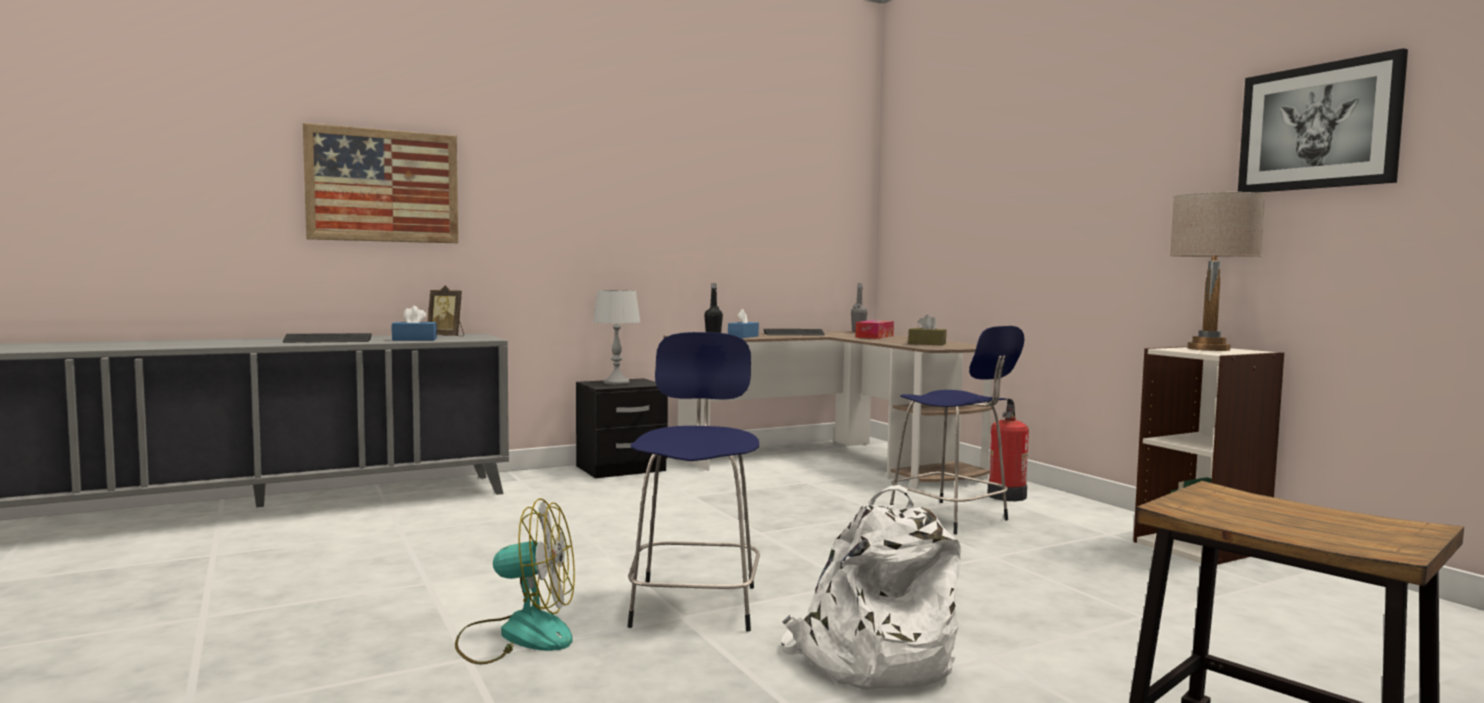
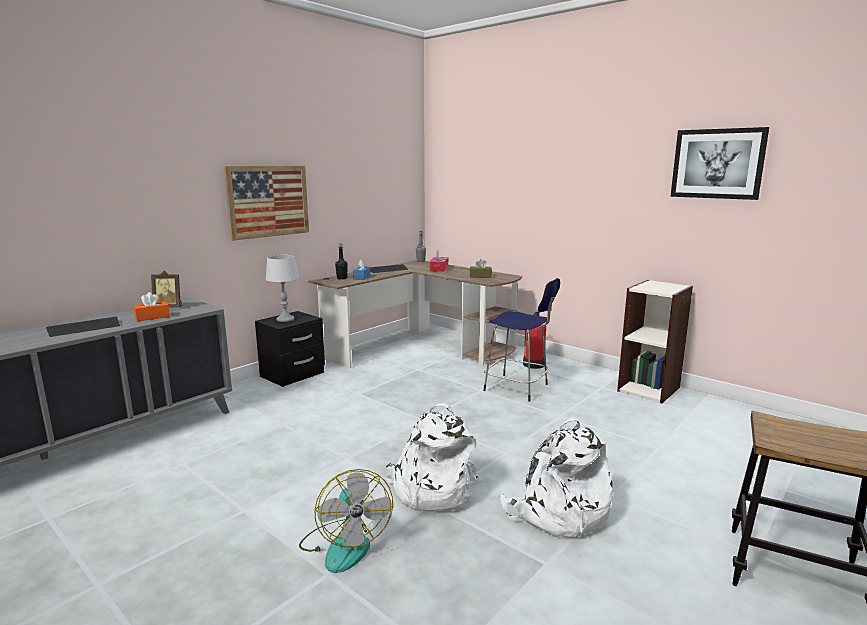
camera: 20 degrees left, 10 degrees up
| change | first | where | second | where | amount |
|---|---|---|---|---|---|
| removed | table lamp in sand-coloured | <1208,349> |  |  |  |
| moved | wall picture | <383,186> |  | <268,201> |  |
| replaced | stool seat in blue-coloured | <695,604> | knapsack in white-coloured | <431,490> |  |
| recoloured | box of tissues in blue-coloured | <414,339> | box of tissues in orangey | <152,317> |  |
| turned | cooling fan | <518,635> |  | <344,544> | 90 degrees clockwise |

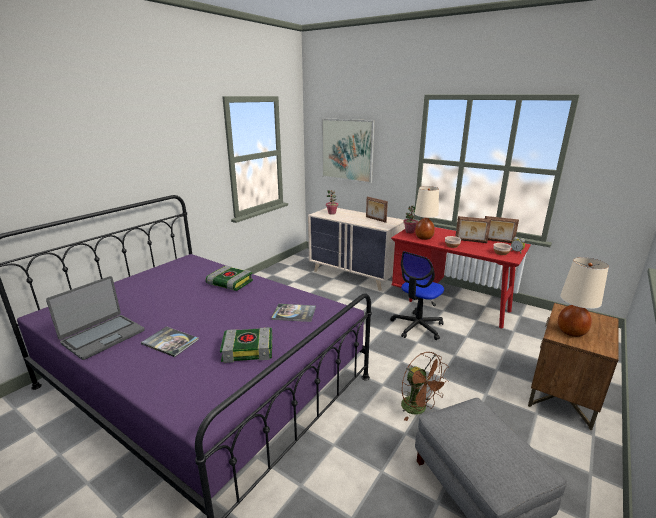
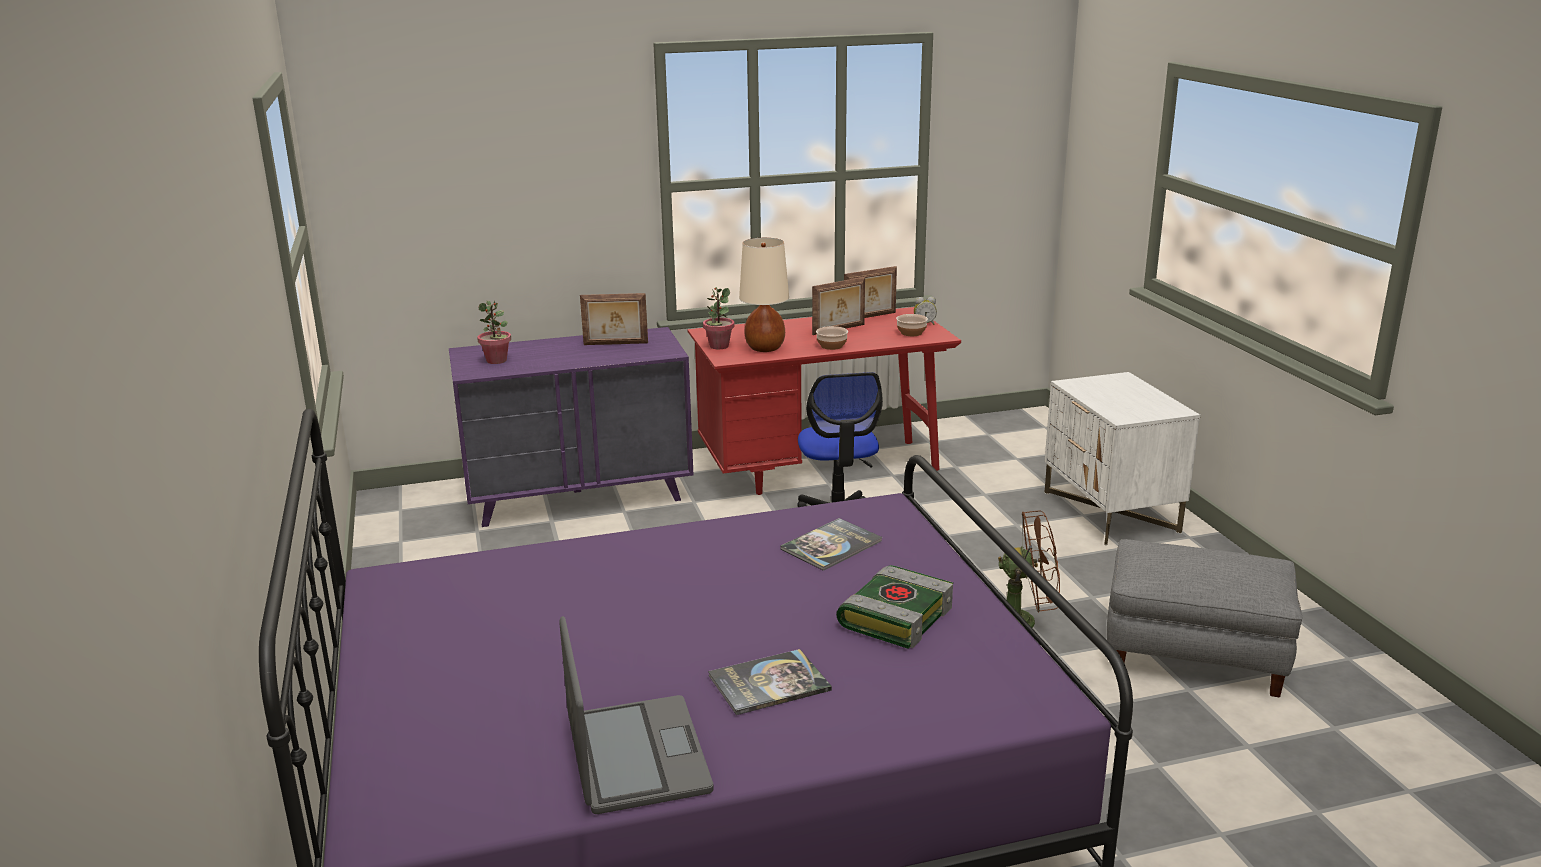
camera: 50 degrees left, 0 degrees up
| change | first | where | second | where | amount |
|---|---|---|---|---|---|
| removed | bound book | <229,283> |  |  |  |
| removed | wall picture | <347,150> |  |  |  |
| removed | table lamp in sand-coloured | <571,332> |  |  |  |
| recoloured | chest of drawers in sand-coloured | <354,275> | chest of drawers in purple-coloured | <579,496> |  |
| recoloured | bedside table in brownish | <563,394> | bedside table in white-coloured | <1111,513> |  |

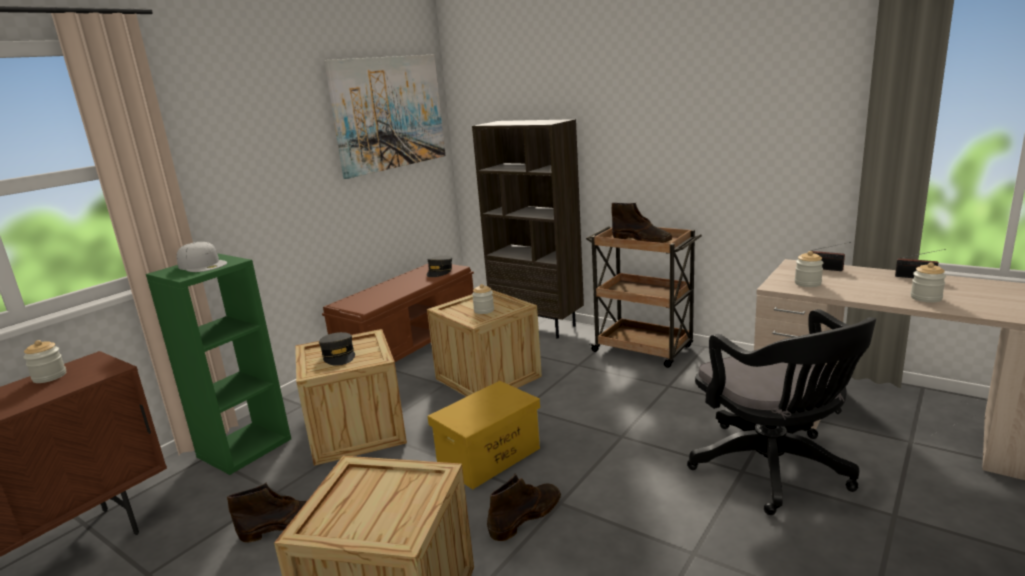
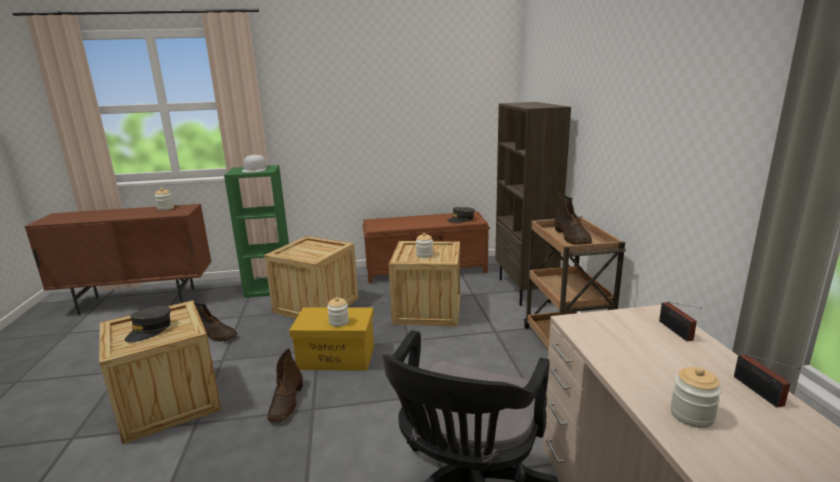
camera: 45 degrees right, 0 degrees up
| change | first | where | second | where | amount |
|---|---|---|---|---|---|
| removed | wall picture | <389,113> |  |  |  |
| moved | cap in greyish | <339,355> |  | <150,330> |  |
| moved | jar | <807,283> |  | <339,322> |  |
| turned | tall boot in brownish | <526,516> |  | <286,403> | 90 degrees clockwise |

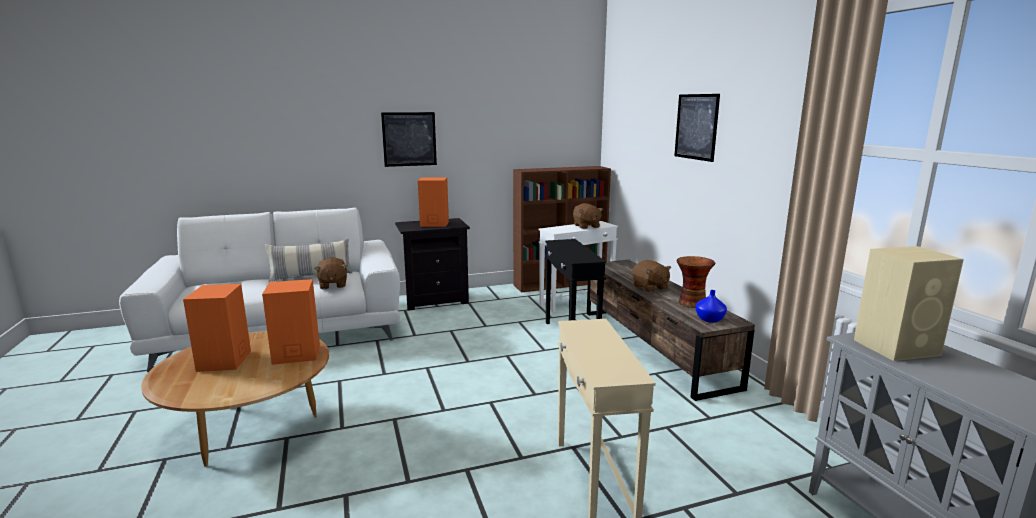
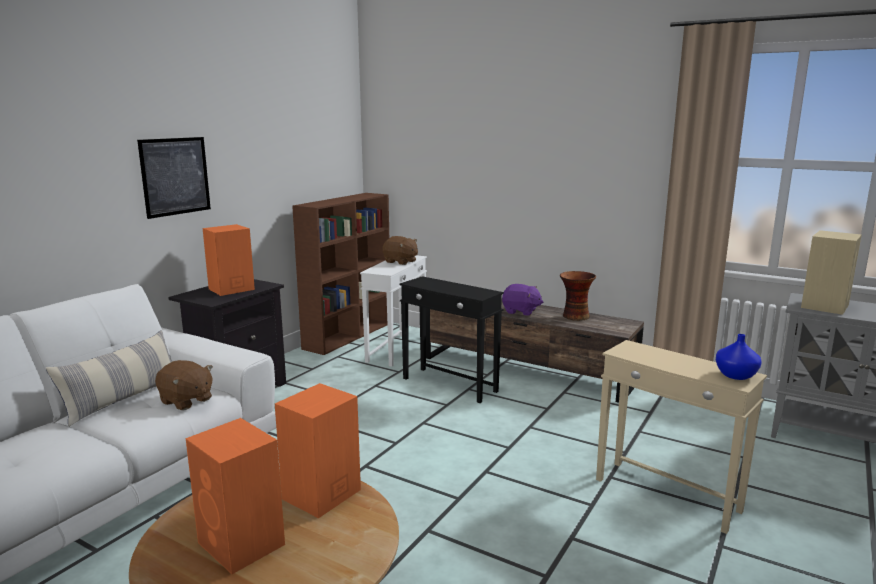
camera: 40 degrees left, 0 degrees up
| change | first | where | second | where | amount |
|---|---|---|---|---|---|
| removed | wall picture | <696,127> |  |  |  |
| moved | vase in blue-coloured | <709,319> |  | <735,375> |  |
| recoloured | plush toy in brownish | <650,287> | plush toy in purple-coloured | <521,311> |  |

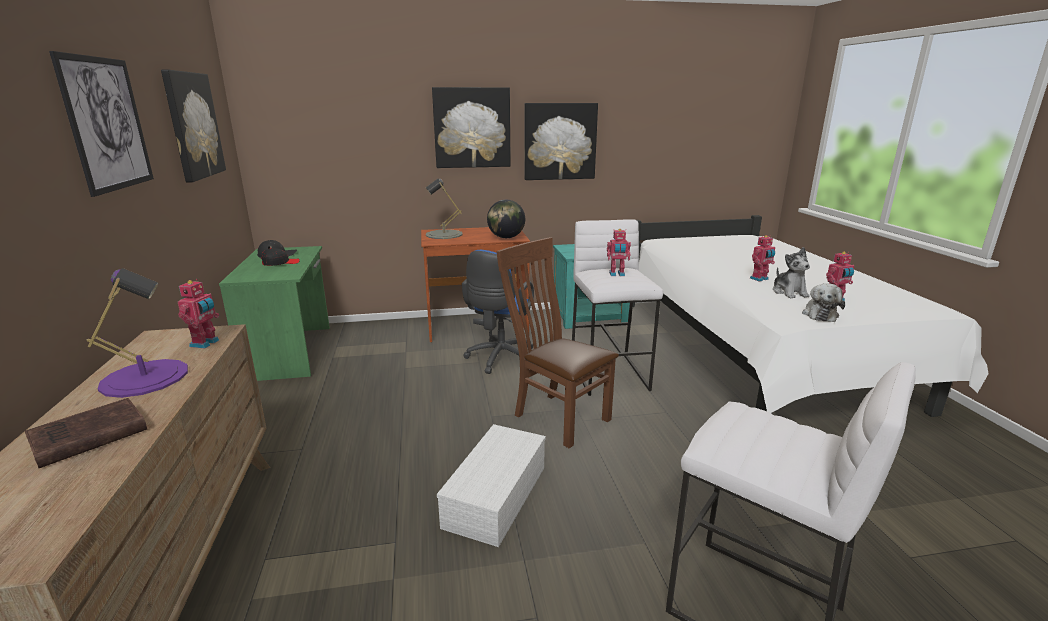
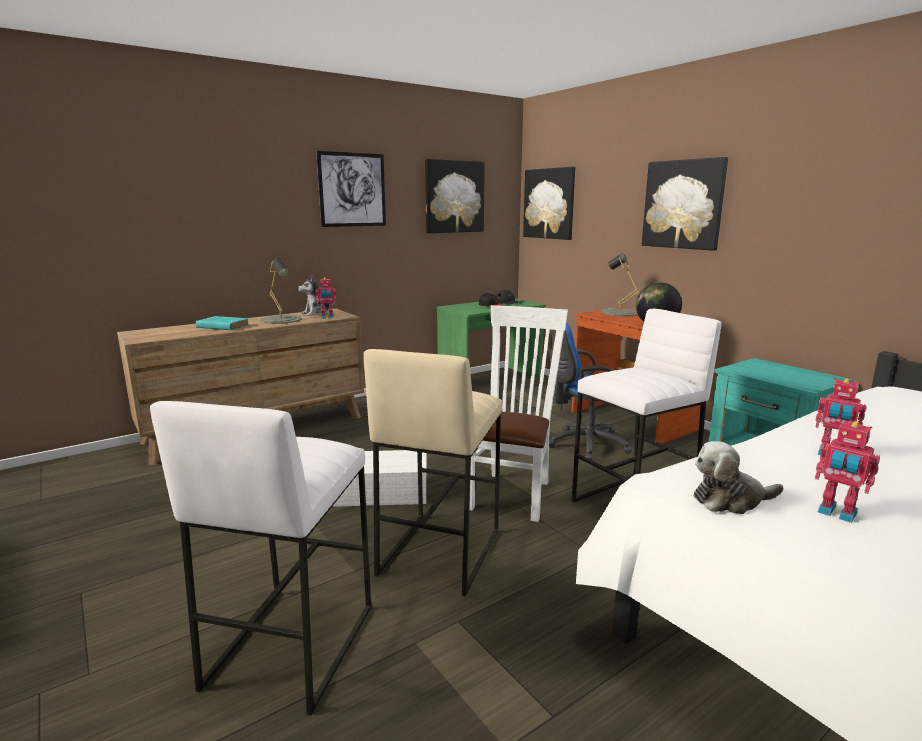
camera: 65 degrees right, 5 degrees down
| change | first | where | second | where | amount |
|---|---|---|---|---|---|
| removed | model robot | <617,274> |  |  |  |
| added |  |  | stool seat in sand-coloured | <438,551> |  |
| moved | wall picture | <560,141> |  | <549,203> |  |
| moved | plush toy | <789,292> |  | <317,313> |  |
| recoloured | bound book in brownish | <86,438> | bound book in turquoise-coloured | <222,326> |  |
| recoloured | table lamp in purple-coloured | <145,378> | table lamp in greyish | <281,319> |  |
| recoloured | chair in brownish | <556,416> | chair in white-coloured | <513,493> |  |

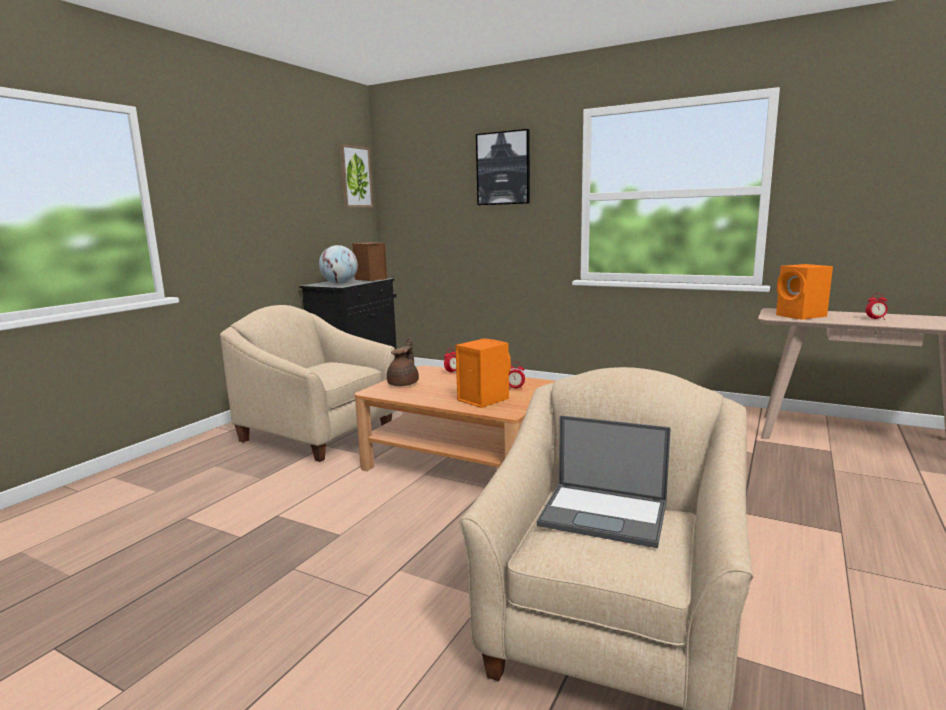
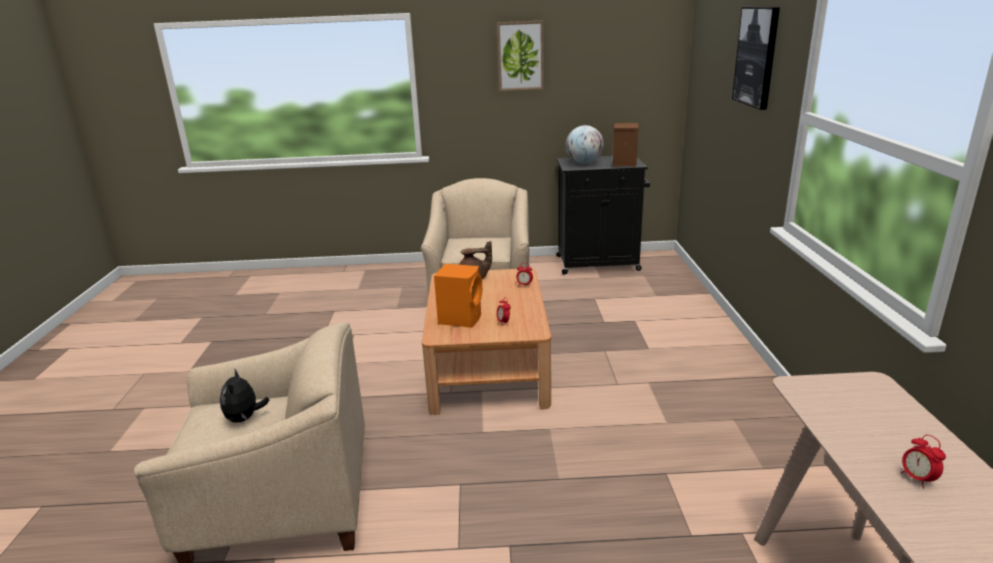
camera: 60 degrees right, 10 degrees up
| change | first | where | second | where | amount |
|---|---|---|---|---|---|
| removed | loudspeaker in orangey | <801,316> |  |  |  |
| moved | wall picture | <355,177> |  | <520,56> |  |
| replaced | portable computer | <605,514> | plush toy | <245,418> |  |

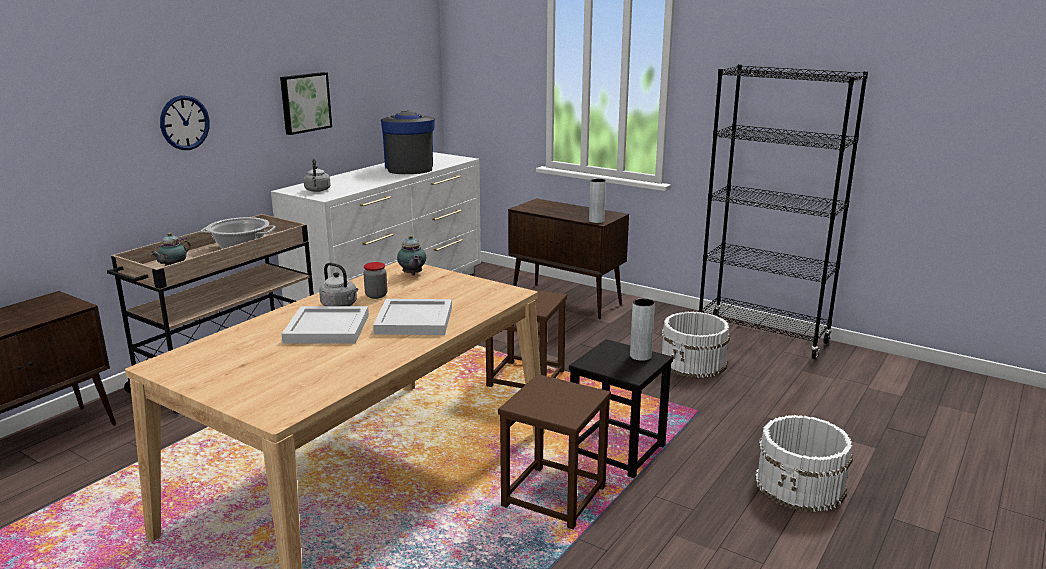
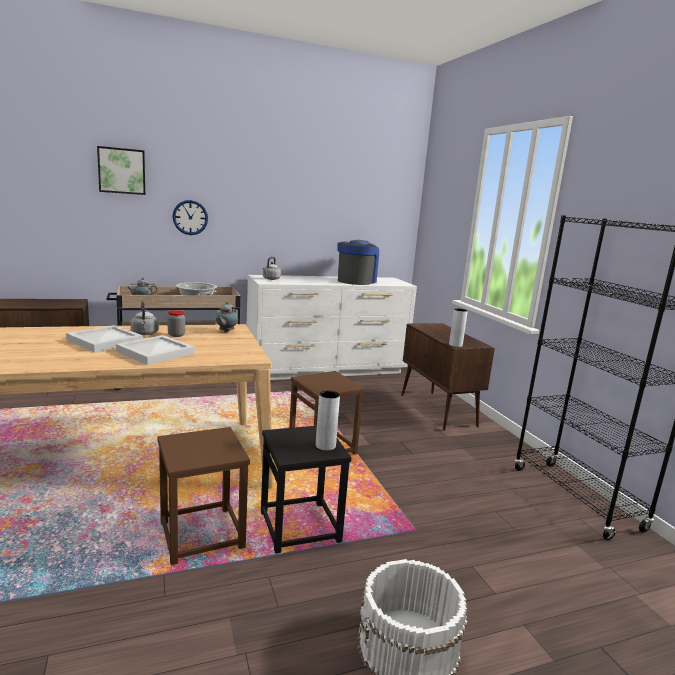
camera: 35 degrees right, 5 degrees down
| change | first | where | second | where | amount |
|---|---|---|---|---|---|
| removed | water bucket in white-coloured | <693,362> |  |  |  |
| moved | wall picture | <304,102> |  | <122,171> |  |

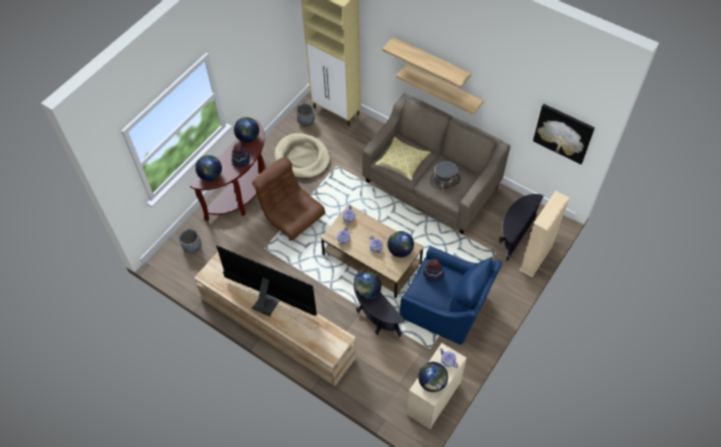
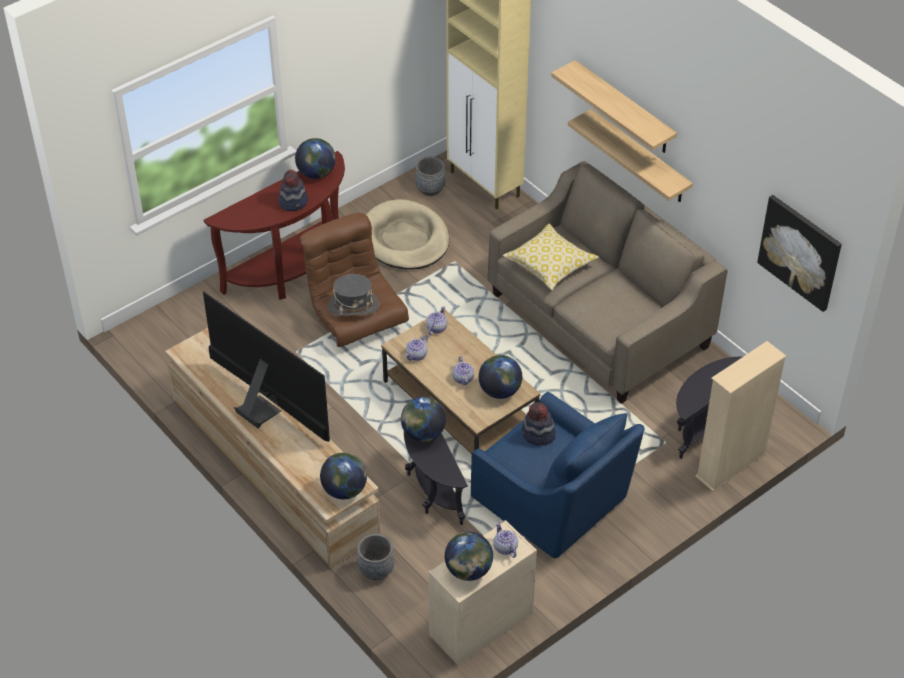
camera: 15 degrees right, 10 degrees down
| change | first | where | second | where | amount |
|---|---|---|---|---|---|
| moved | planter in greyish | <192,247> |  | <376,570> |  |
| moved | world globe | <211,175> |  | <344,490> |  |
| moved | clothing hat in greyish | <445,180> |  | <353,306> |  |

